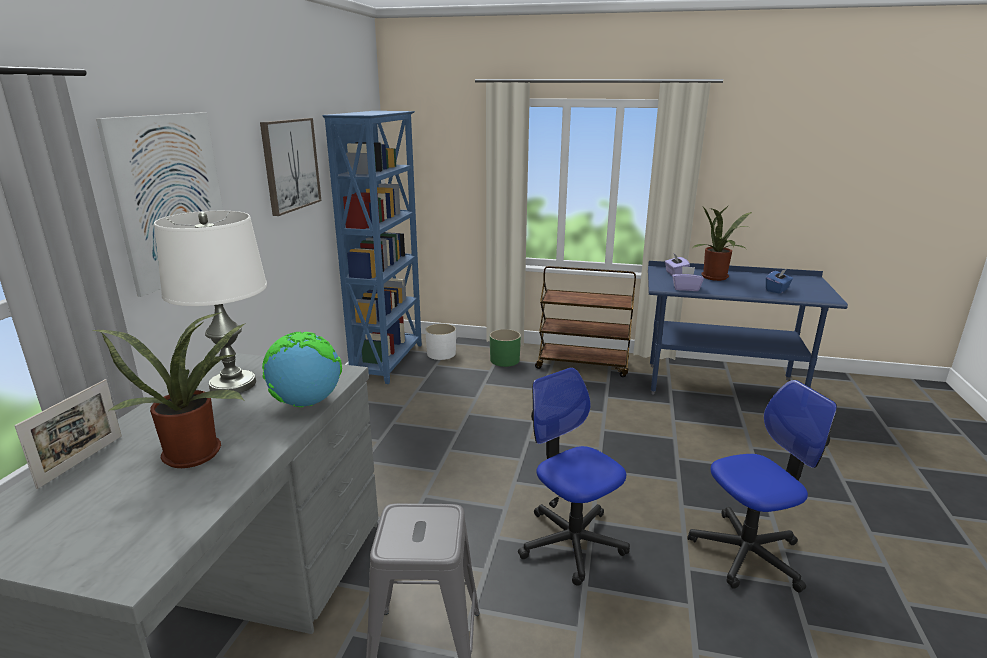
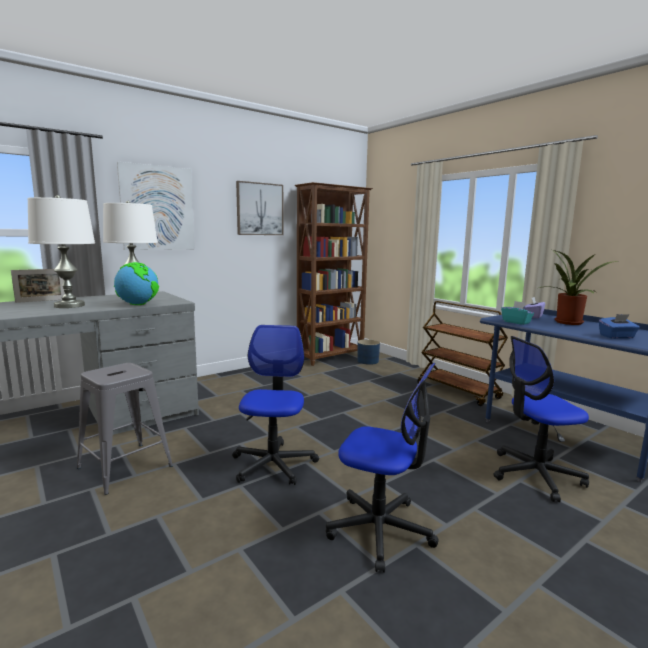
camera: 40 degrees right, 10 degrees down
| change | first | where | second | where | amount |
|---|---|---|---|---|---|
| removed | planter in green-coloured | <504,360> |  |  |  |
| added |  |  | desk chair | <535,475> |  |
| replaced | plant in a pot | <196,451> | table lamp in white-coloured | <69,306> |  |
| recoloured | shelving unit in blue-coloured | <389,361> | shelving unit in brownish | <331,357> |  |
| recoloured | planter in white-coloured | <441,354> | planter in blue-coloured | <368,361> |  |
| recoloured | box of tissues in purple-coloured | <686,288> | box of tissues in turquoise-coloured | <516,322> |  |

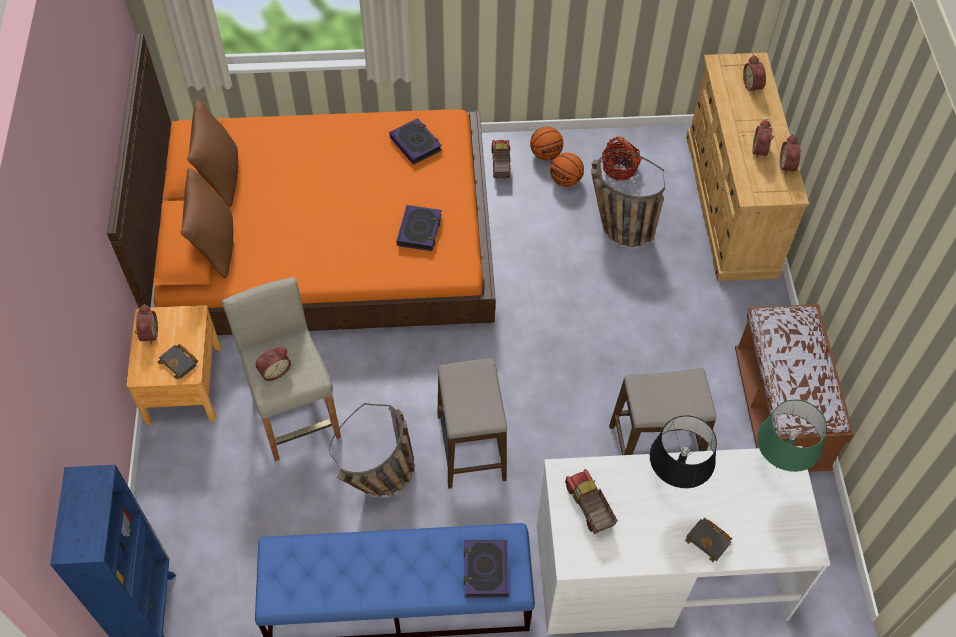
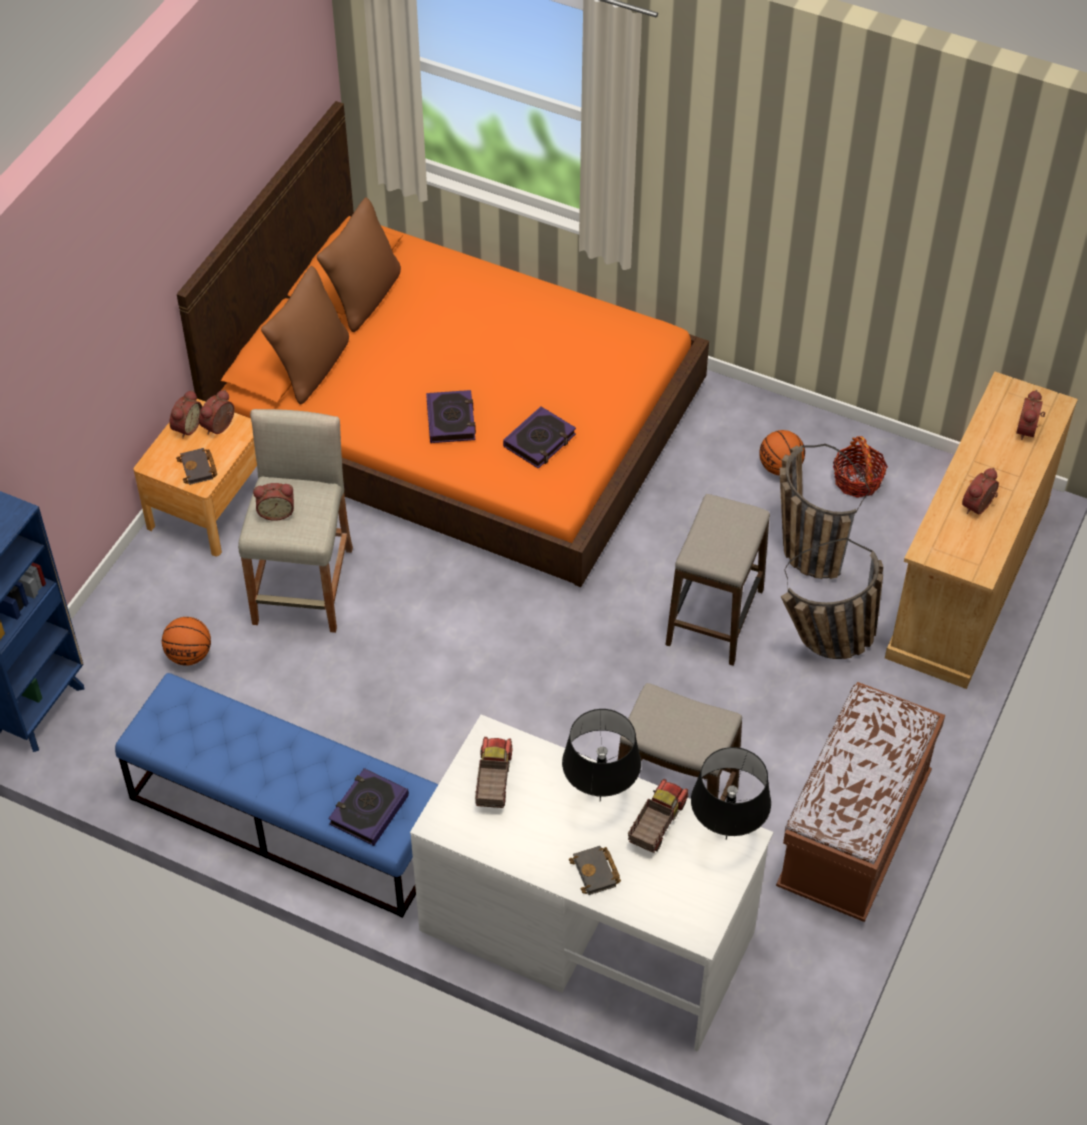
camera: 30 degrees right, 5 degrees down
| change | first | where | second | where | amount |
|---|---|---|---|---|---|
| moved | household basket | <381,483> |  | <827,645> |  |
| moved | bound book | <416,144> |  | <451,420> |  |
| moved | stool seat | <471,447> |  | <715,617> |  |
| moved | toy truck | <500,165> |  | <656,823> |  |
| moved | basketball | <545,154> |  | <189,655> |  |
| moved | alarm clock | <788,166> |  | <220,427> |  |
| recoloured | table lamp in green-coloured | <776,467> | table lamp in black | <726,839> |  |

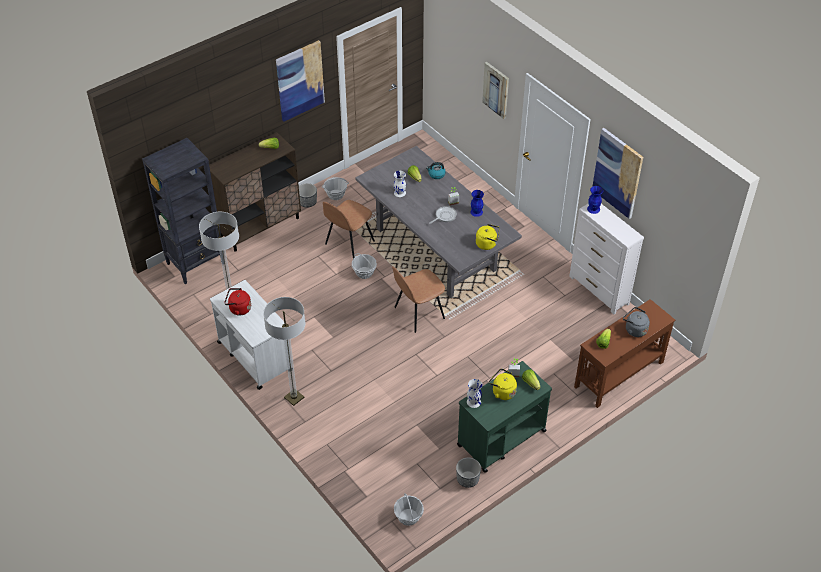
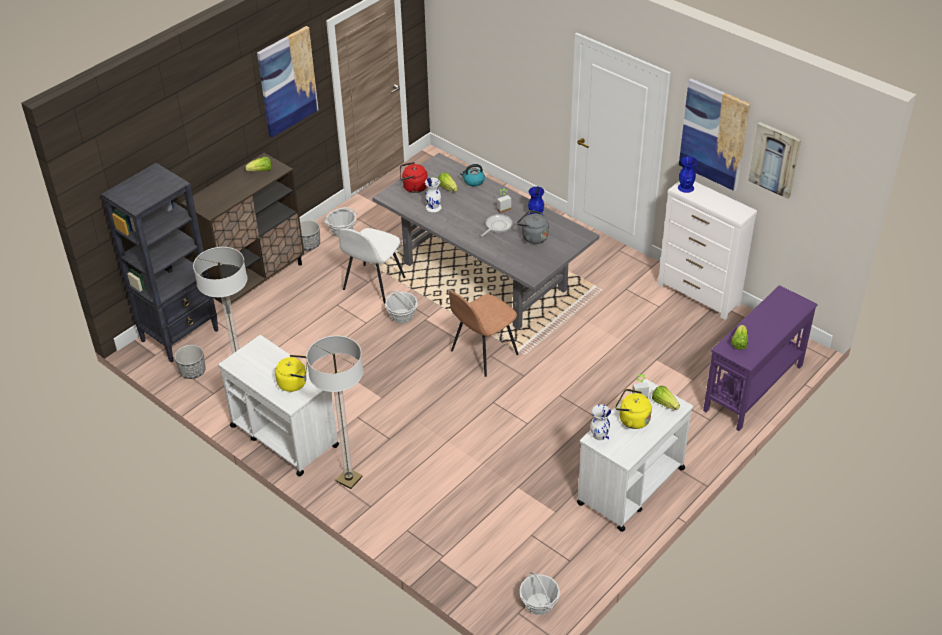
camera: 10 degrees left, 5 degrees down
| change | first | where | second | where | amount |
|---|---|---|---|---|---|
| moved | kettle in reddish | <238,309> |  | <413,187> |  |
| moved | planter | <467,479> |  | <193,371> |  |
| moved | kettle in yellow | <487,244> |  | <294,383> |  |
| moved | wall picture | <496,90> |  | <775,159> |  |
| moved | kettle in greyish | <634,329> |  | <533,237> |  |
| recoloured | chair in brownish | <348,243> | chair in white-coloured | <373,284> |  |
| recoloured | wheeled cart in green-coloured | <501,438> | wheeled cart in white-coloured | <630,486> |  |
| recoloured | console table in brownish | <618,374> | console table in purple-coloured | <752,388> |  |

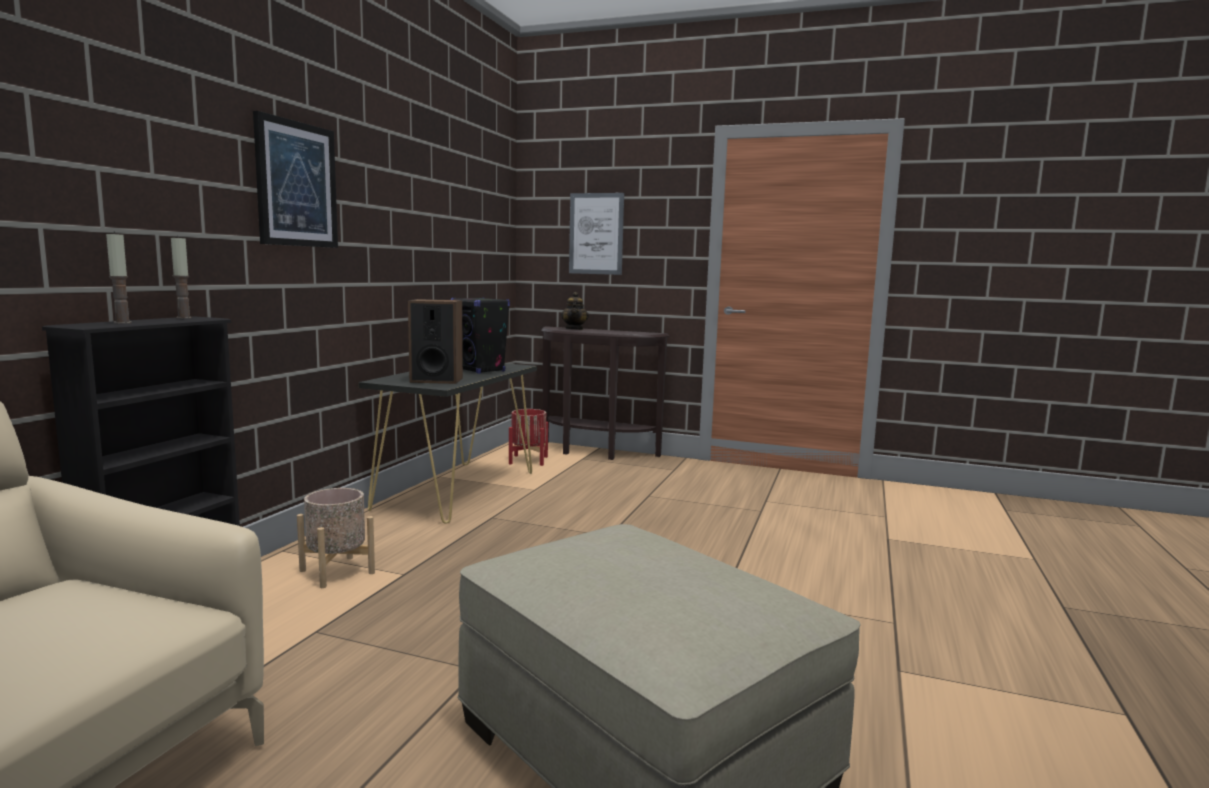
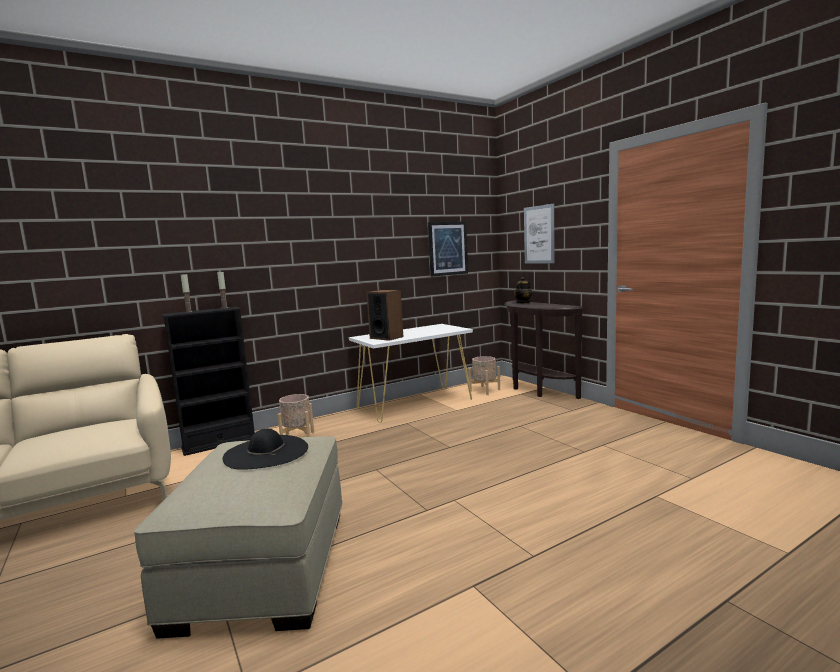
camera: 40 degrees right, 0 degrees up
| change | first | where | second | where | amount |
|---|---|---|---|---|---|
| removed | loudspeaker in black | <481,370> |  |  |  |
| added |  |  | clothing hat in black | <266,452> |  |
| moved | wall picture | <296,184> |  | <447,248> |  |
| recoloured | console table in black | <457,490> | console table in white-coloured | <415,404> |  |
| recoloured | planter in reddish | <528,460> | planter in sand-coloured | <484,390> |  |

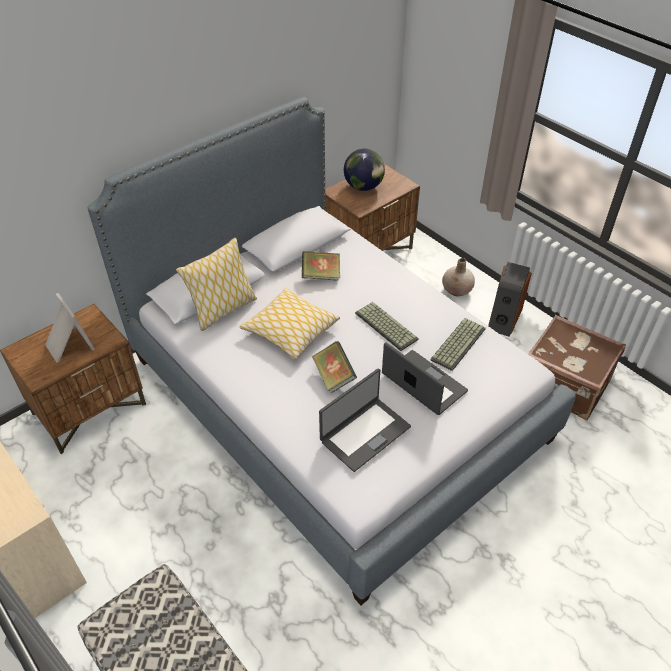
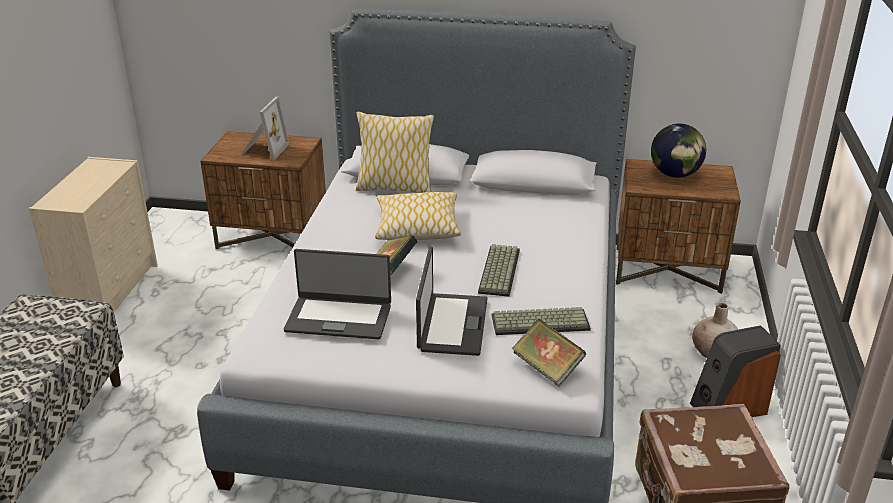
camera: 50 degrees right, 15 degrees down
| change | first | where | second | where | amount |
|---|---|---|---|---|---|
| moved | bound book | <321,275> |  | <547,368> |  |

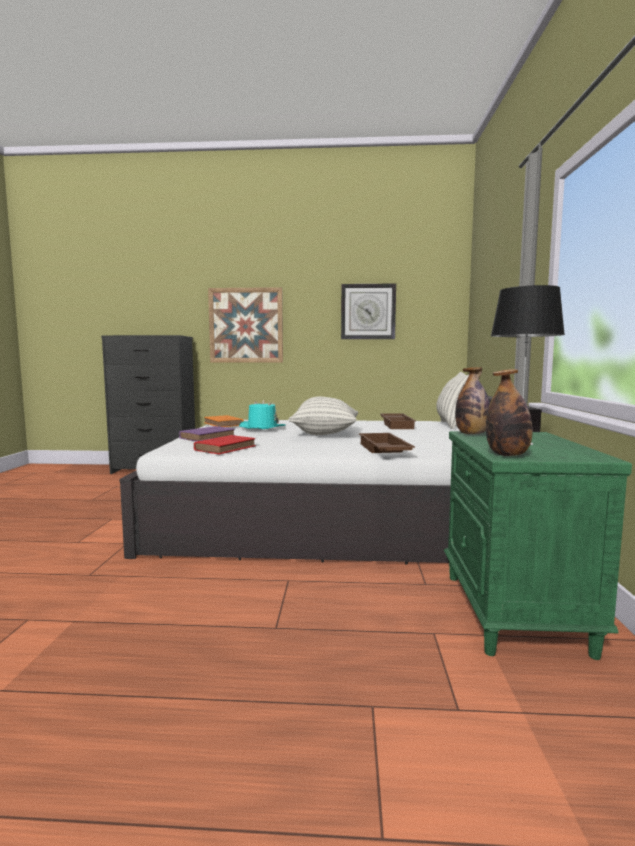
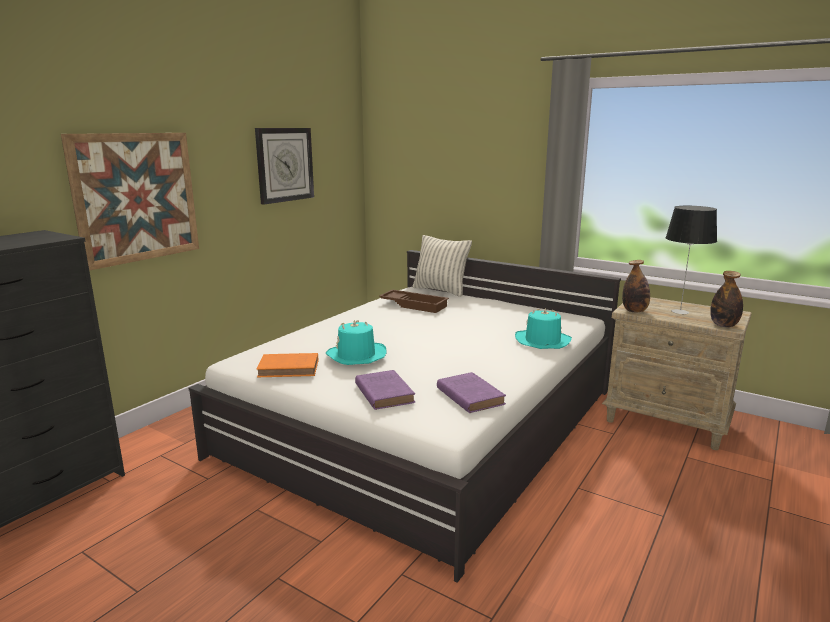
camera: 60 degrees left, 10 degrees up
| change | first | where | second | where | amount |
|---|---|---|---|---|---|
| removed | throw pillow | <325,434> |  |  |  |
| replaced | carrying tray in brownish | <382,450> | clothing hat in turquoise-coloured | <542,341> |  |
| recoloured | bound book in reddish | <226,448> | bound book in purple-coloured | <469,395> |  |
| recoloured | bedside table in green-coloured | <515,613> | bedside table in sand-coloured | <667,421> |  |

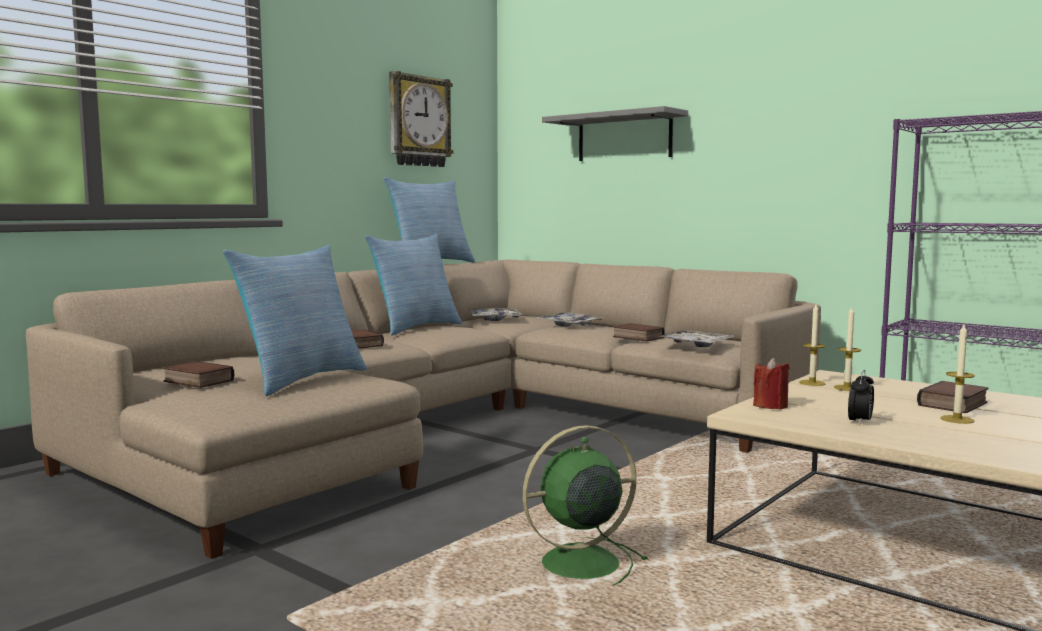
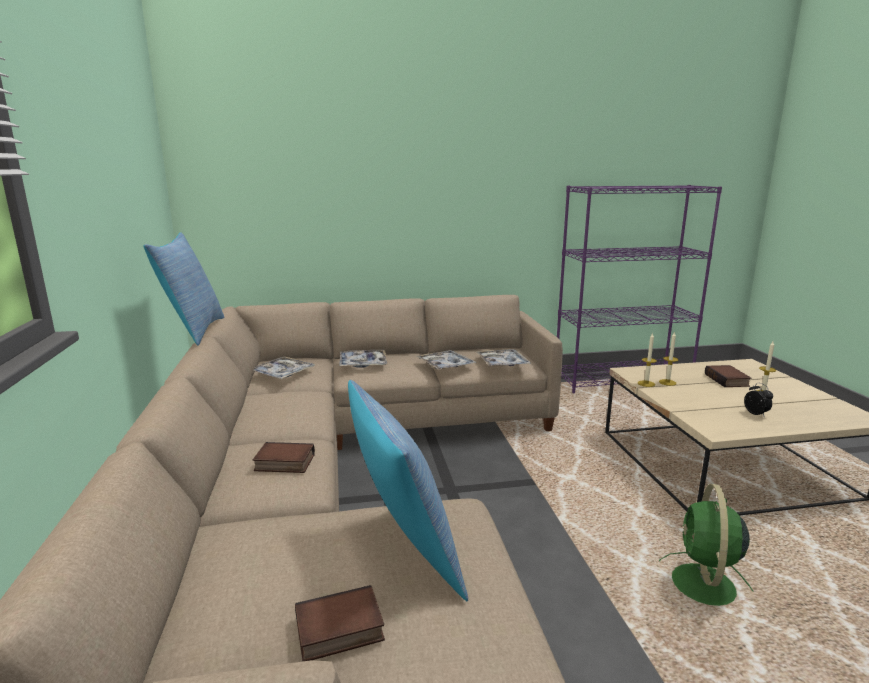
camera: 50 degrees left, 10 degrees up
| change | first | where | second | where | amount |
|---|---|---|---|---|---|
| removed | throw pillow | <415,328> |  |  |  |
| removed | clock on the wall | <418,121> |  |  |  |
| removed | shelf in greyish | <624,137> |  |  |  |
| removed | candle in reddish | <770,406> |  |  |  |
| replaced | bound book | <636,337> | carrying tray | <445,365> |  |

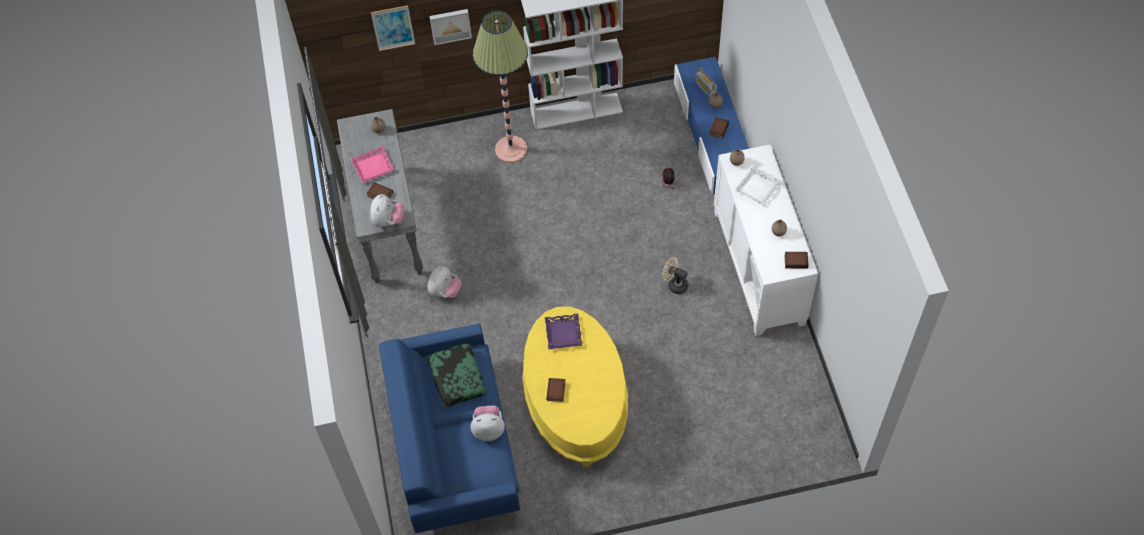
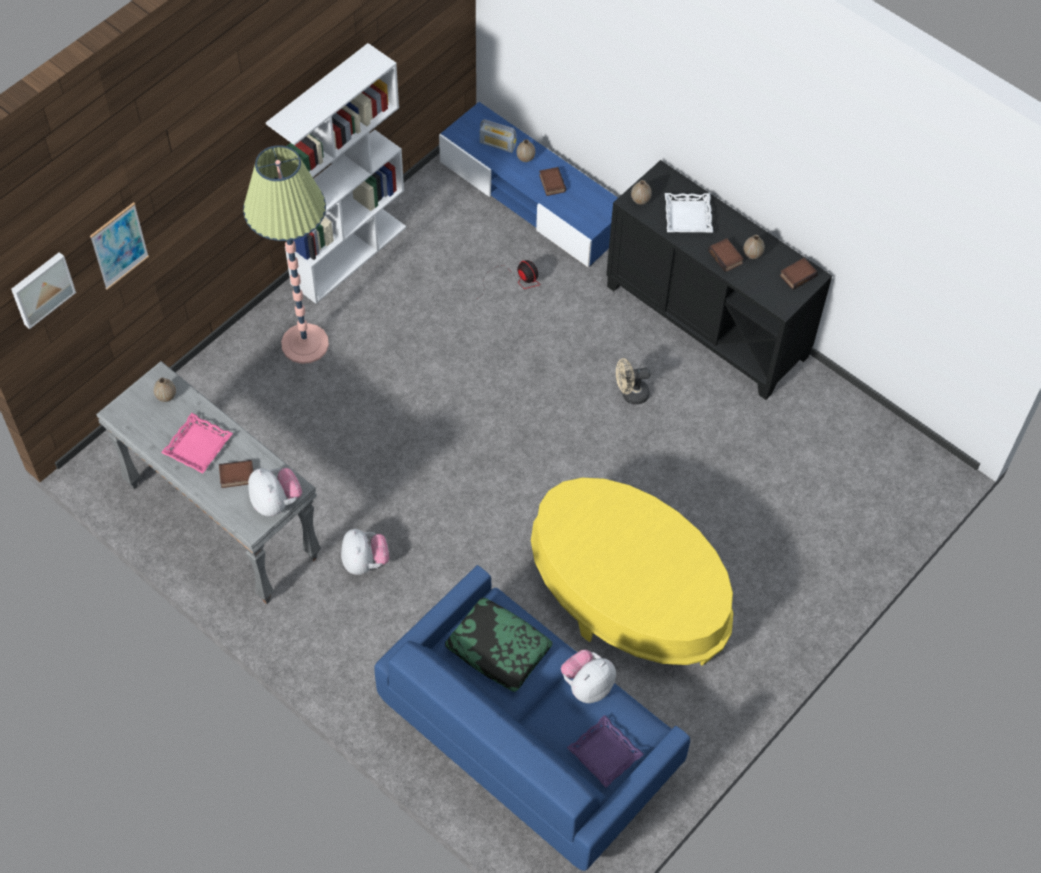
camera: 40 degrees left, 0 degrees up
| change | first | where | second | where | amount |
|---|---|---|---|---|---|
| moved | wall picture | <450,25> |  | <41,288> |  |
| moved | carrying tray in purple-coloured | <563,333> |  | <605,753> |  |
| moved | bound book | <556,391> |  | <726,257> |  |
| recoloured | cupboard in white-coloured | <759,267> | cupboard in black | <707,321> |  |

